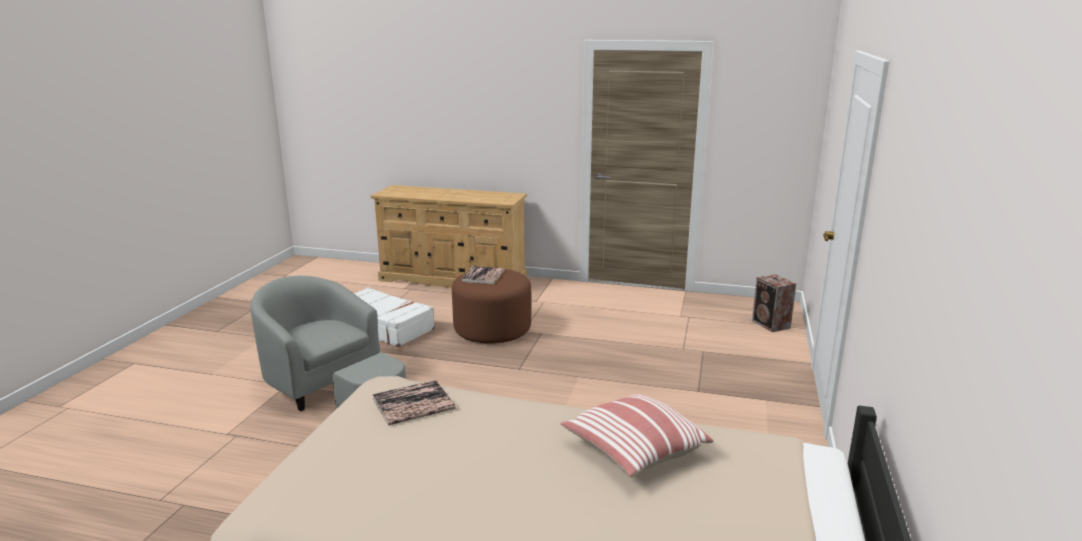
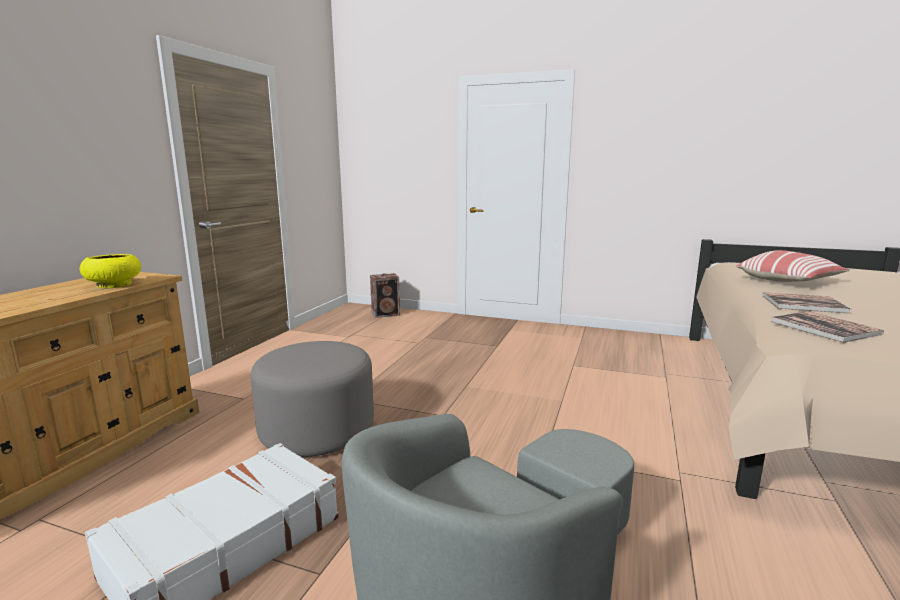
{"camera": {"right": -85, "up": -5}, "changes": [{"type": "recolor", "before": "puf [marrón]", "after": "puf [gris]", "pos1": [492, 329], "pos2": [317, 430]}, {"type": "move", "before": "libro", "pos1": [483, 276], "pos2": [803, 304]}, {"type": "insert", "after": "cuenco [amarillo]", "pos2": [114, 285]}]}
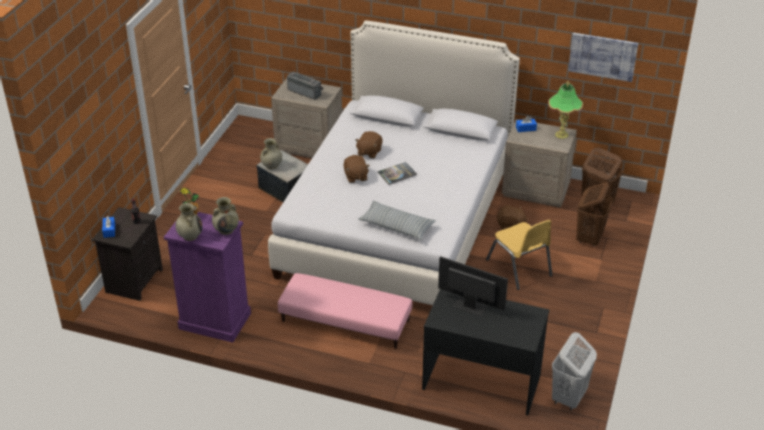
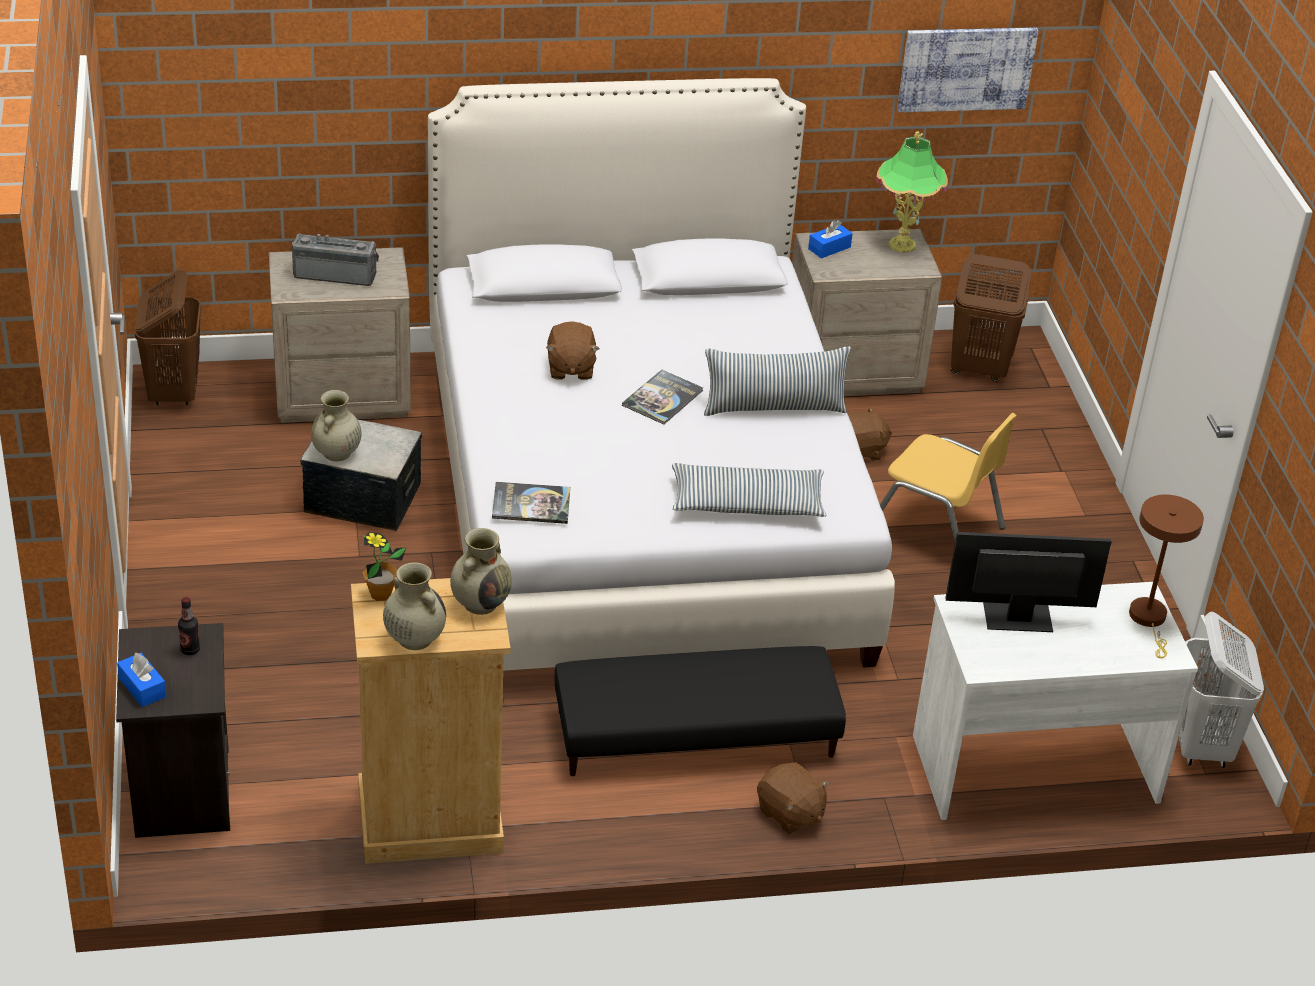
{"camera": {"right": -30, "up": 0}, "changes": [{"type": "recolor", "before": "cómoda [morado]", "after": "cómoda [beis]", "pos1": [214, 321], "pos2": [429, 821]}, {"type": "recolor", "before": "puf [rosa]", "after": "puf [negro]", "pos1": [345, 320], "pos2": [695, 733]}, {"type": "move", "before": "peluche [marrón]", "pos1": [355, 176], "pos2": [789, 814]}, {"type": "recolor", "before": "escritorio [negro]", "after": "escritorio [blanco]", "pos1": [481, 381], "pos2": [1033, 766]}, {"type": "move", "before": "cesto de la ropa [marrón]", "pos1": [589, 238], "pos2": [174, 392]}, {"type": "insert", "after": "libro", "pos2": [531, 504]}, {"type": "insert", "after": "cojín", "pos2": [774, 408]}, {"type": "insert", "after": "lámpara de mesa [marrón]", "pos2": [1149, 619]}]}
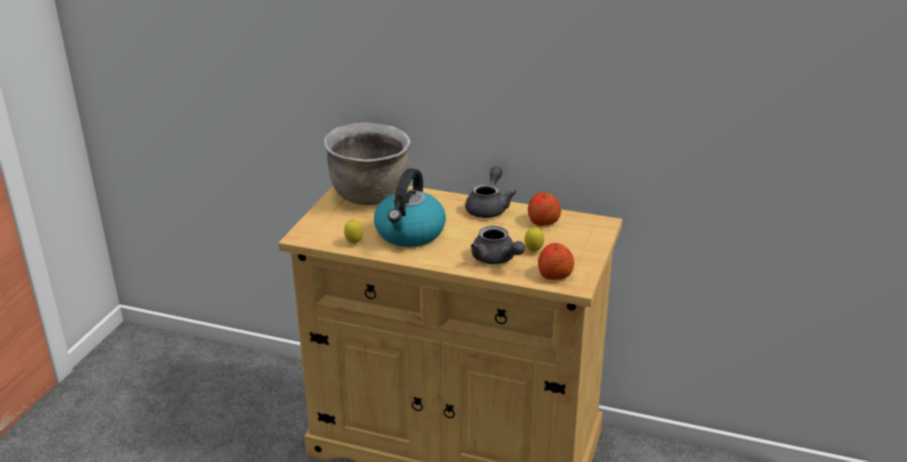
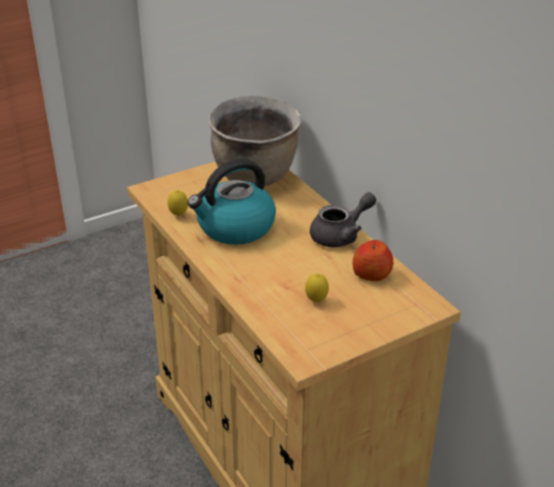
{"camera": {"right": 40, "up": 5}, "changes": [{"type": "delete", "before": "tetera [gris]", "pos1": [496, 259]}, {"type": "delete", "before": "manzana", "pos1": [555, 274]}]}
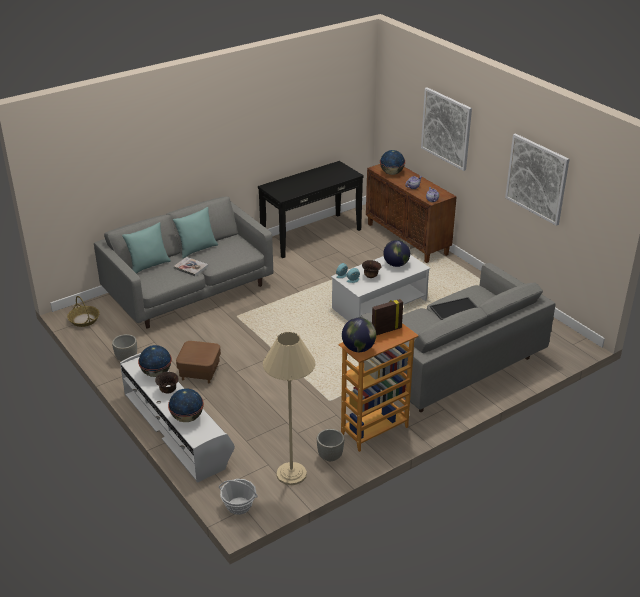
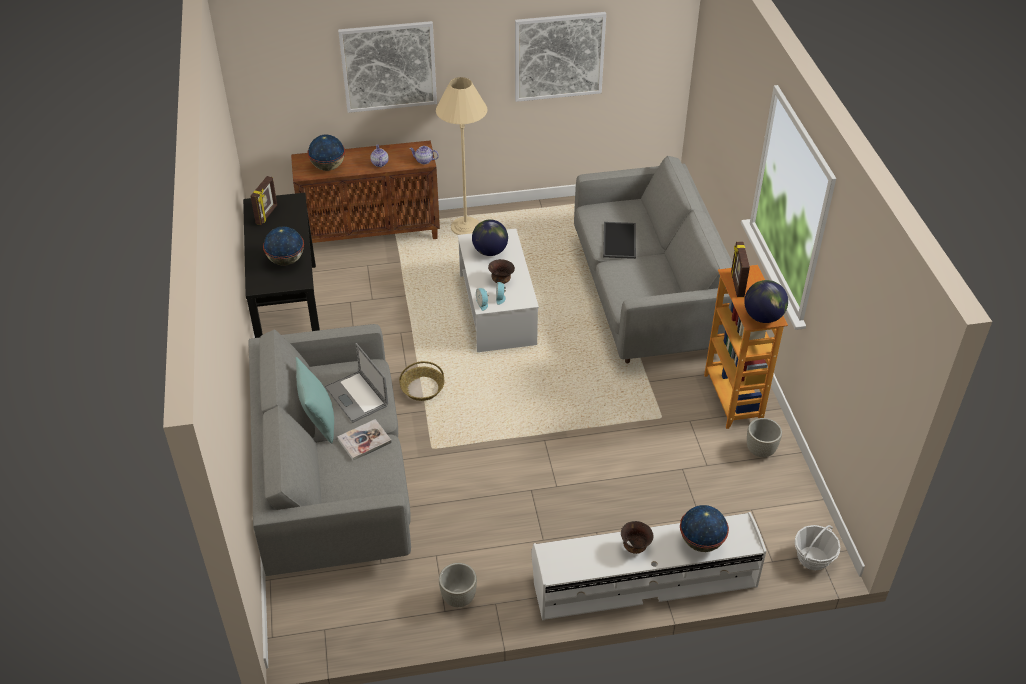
{"camera": {"right": -65, "up": 10}, "changes": [{"type": "move", "before": "cesta", "pos1": [84, 320], "pos2": [422, 388]}, {"type": "delete", "before": "cojín [turquesa]", "pos1": [148, 265]}, {"type": "move", "before": "globo terráqueo", "pos1": [156, 373], "pos2": [286, 261]}, {"type": "delete", "before": "puf [marrón]", "pos1": [200, 372]}, {"type": "move", "before": "lámpara de pie [beis]", "pos1": [291, 474], "pos2": [465, 227]}, {"type": "insert", "after": "portarretratos", "pos2": [267, 215]}, {"type": "insert", "after": "portátil", "pos2": [356, 396]}]}
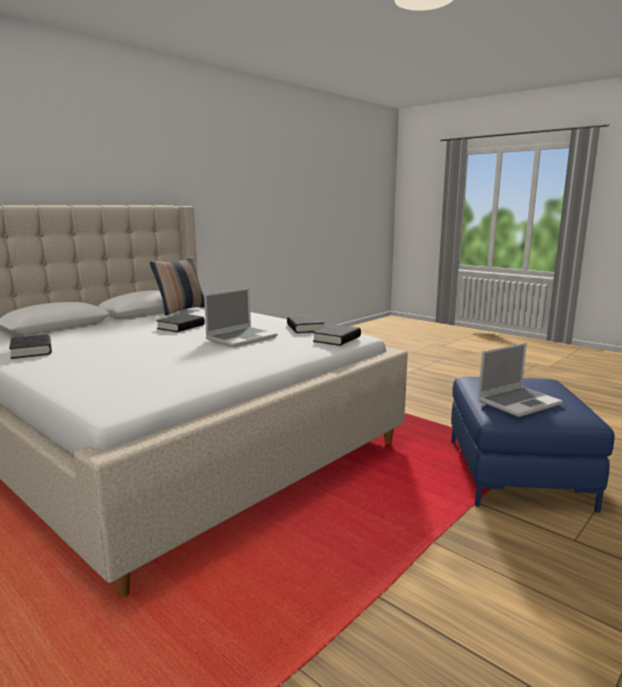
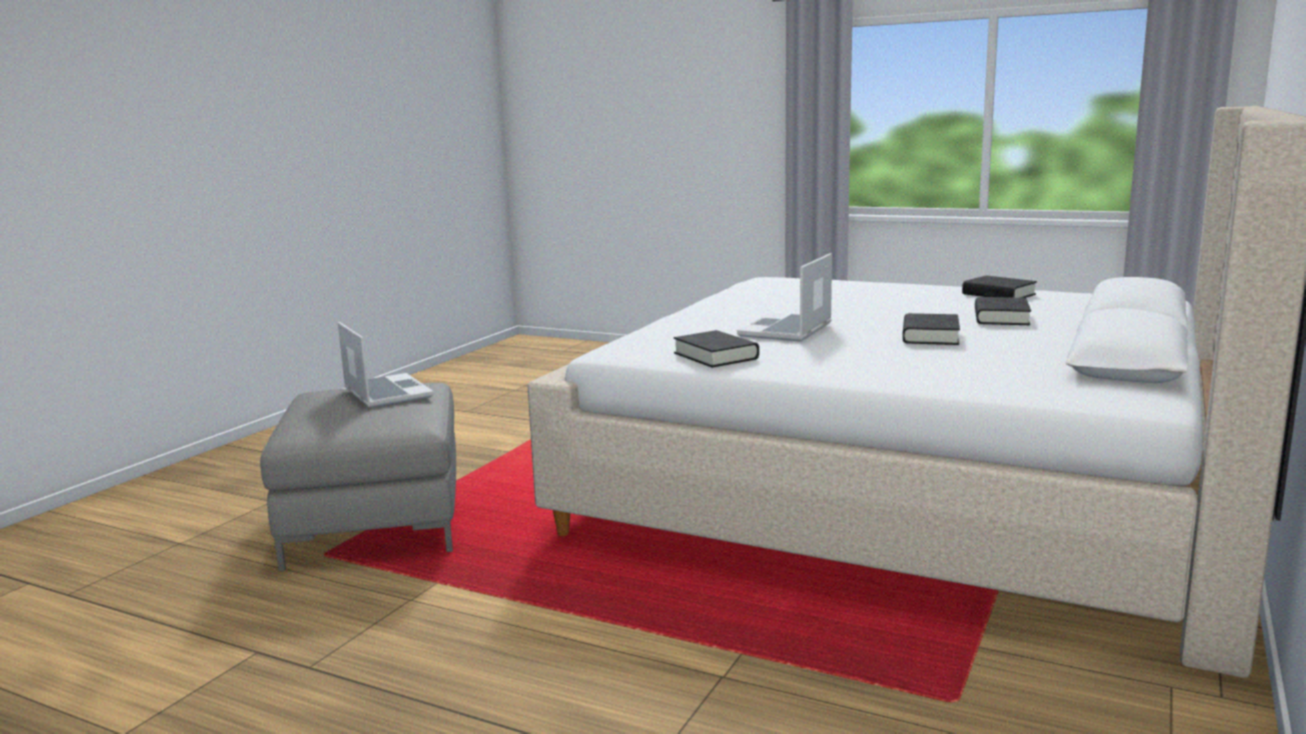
{"camera": {"right": 165, "up": 0}, "changes": [{"type": "delete", "before": "cojín", "pos1": [182, 310]}, {"type": "move", "before": "libro [negro]", "pos1": [337, 339], "pos2": [1001, 318]}, {"type": "recolor", "before": "puf [azul]", "after": "puf [gris]", "pos1": [516, 473], "pos2": [375, 521]}, {"type": "rotate", "before": "portátil", "pos1": [518, 402], "pos2": [386, 393], "turn": 105}]}
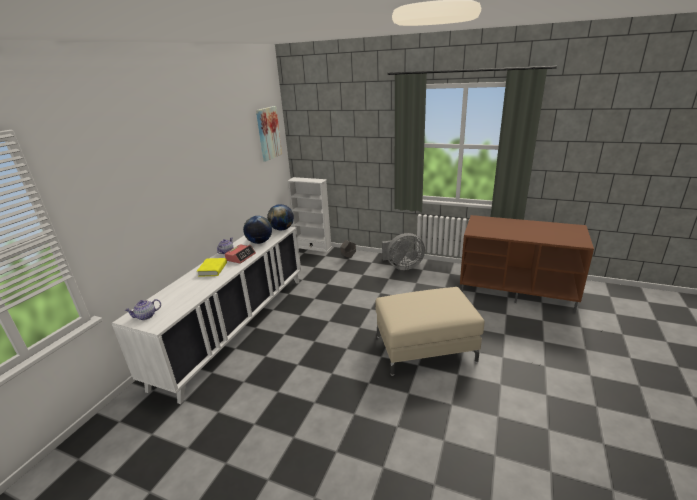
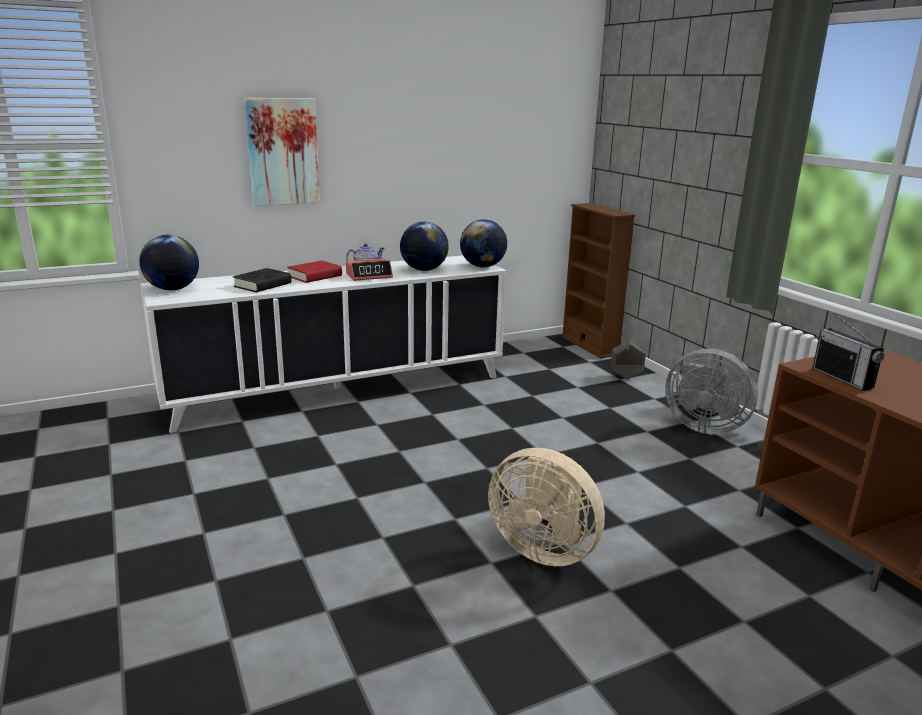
{"camera": {"right": 40, "up": -5}, "changes": [{"type": "replace", "before": "tetera", "after": "globo terráqueo", "pos1": [146, 316], "pos2": [172, 289]}, {"type": "recolor", "before": "libro [amarillo]", "after": "libro [rojo]", "pos1": [213, 269], "pos2": [315, 276]}, {"type": "move", "before": "cuadro", "pos1": [268, 133], "pos2": [282, 152]}, {"type": "recolor", "before": "estantería [blanco]", "after": "estantería [marrón]", "pos1": [313, 247], "pos2": [589, 345]}, {"type": "replace", "before": "puf [beis]", "after": "ventilador [beis]", "pos1": [425, 348], "pos2": [543, 549]}, {"type": "insert", "after": "libro [negro]", "pos2": [263, 285]}, {"type": "insert", "after": "radio", "pos2": [842, 378]}]}
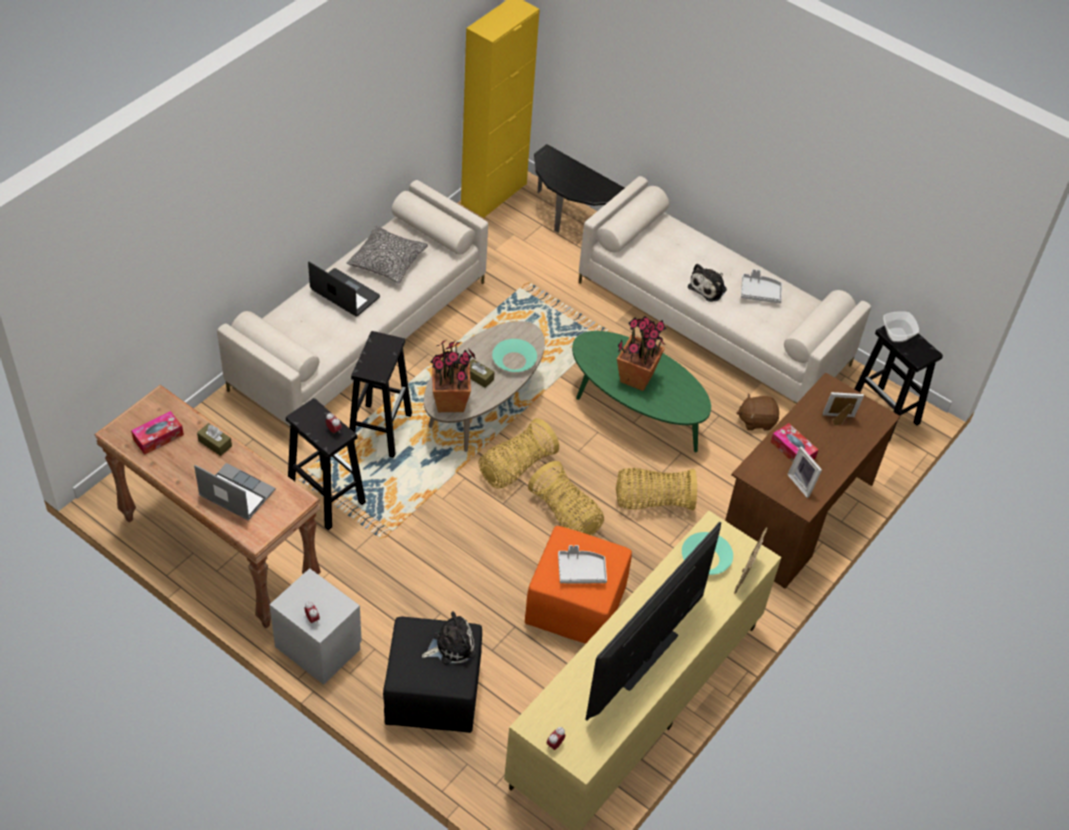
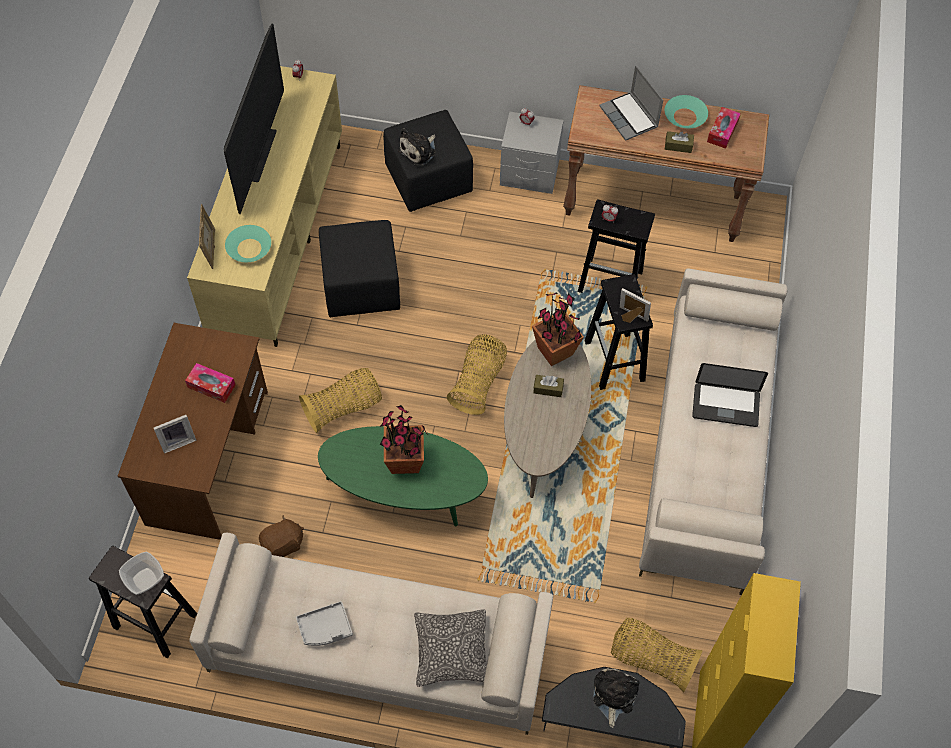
{"camera": {"right": 155, "up": 10}, "changes": [{"type": "rotate", "before": "portátil", "pos1": [235, 493], "pos2": [629, 117], "turn": 60}, {"type": "move", "before": "cojín", "pos1": [387, 261], "pos2": [451, 651]}, {"type": "move", "before": "cuenco [turquesa]", "pos1": [514, 360], "pos2": [685, 117]}, {"type": "recolor", "before": "puf [naranja]", "after": "puf [negro]", "pos1": [575, 605], "pos2": [362, 287]}, {"type": "move", "before": "cesta", "pos1": [566, 515], "pos2": [651, 659]}, {"type": "delete", "before": "bandeja [gris]", "pos1": [581, 571]}, {"type": "move", "before": "peluche", "pos1": [709, 287], "pos2": [613, 695]}, {"type": "move", "before": "portarretratos", "pos1": [803, 483], "pos2": [631, 318]}]}
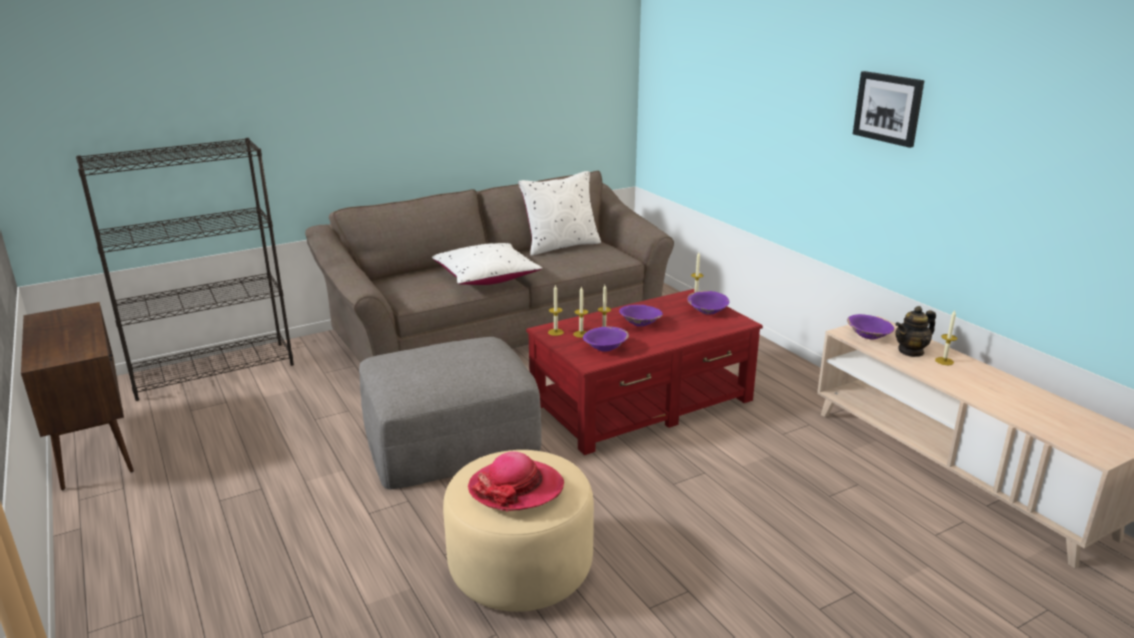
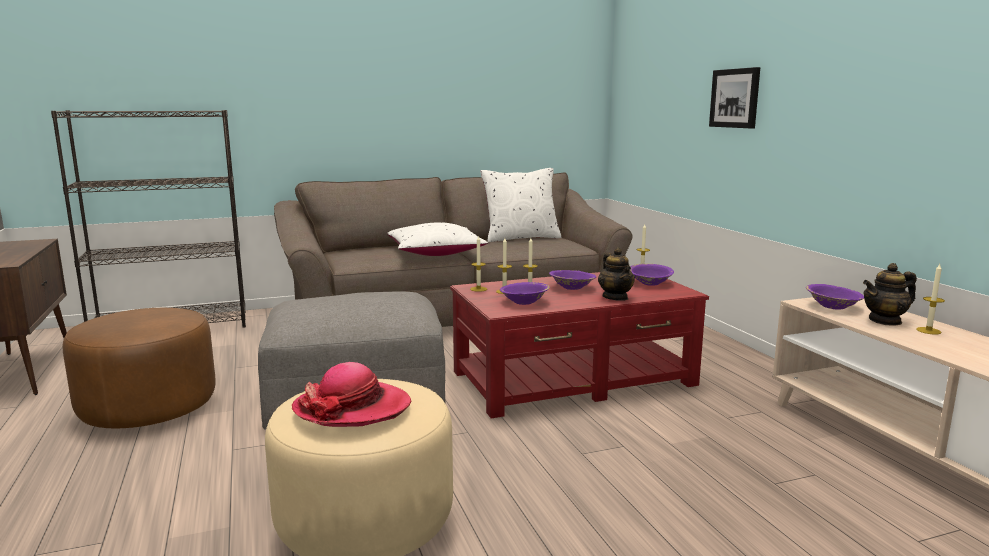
{"camera": {"right": 10, "up": -10}, "changes": [{"type": "move", "before": "cuadro", "pos1": [888, 108], "pos2": [735, 98]}, {"type": "insert", "after": "puf [marrón]", "pos2": [148, 407]}, {"type": "insert", "after": "tetera", "pos2": [615, 297]}]}
